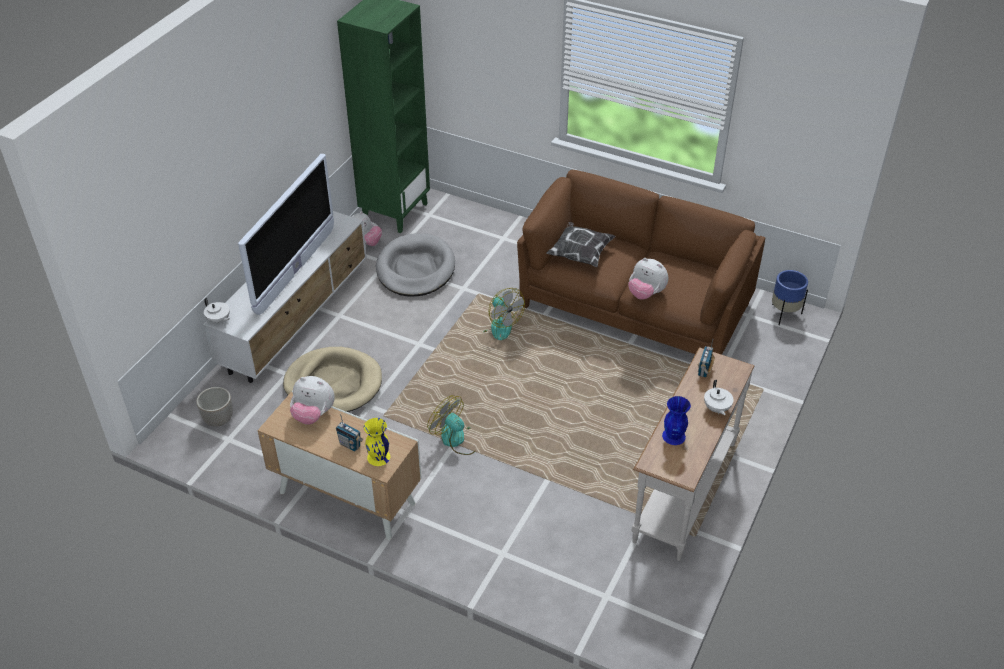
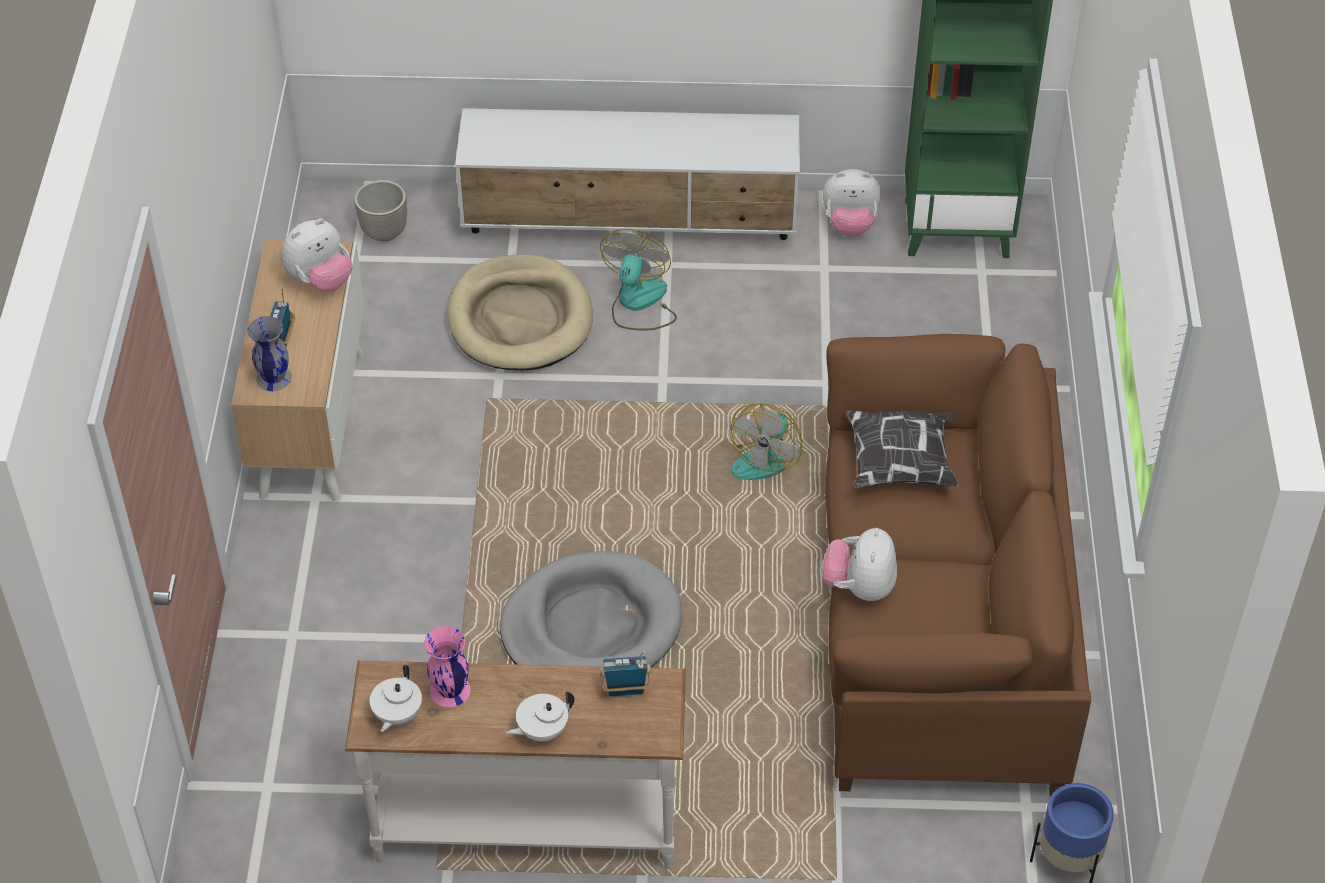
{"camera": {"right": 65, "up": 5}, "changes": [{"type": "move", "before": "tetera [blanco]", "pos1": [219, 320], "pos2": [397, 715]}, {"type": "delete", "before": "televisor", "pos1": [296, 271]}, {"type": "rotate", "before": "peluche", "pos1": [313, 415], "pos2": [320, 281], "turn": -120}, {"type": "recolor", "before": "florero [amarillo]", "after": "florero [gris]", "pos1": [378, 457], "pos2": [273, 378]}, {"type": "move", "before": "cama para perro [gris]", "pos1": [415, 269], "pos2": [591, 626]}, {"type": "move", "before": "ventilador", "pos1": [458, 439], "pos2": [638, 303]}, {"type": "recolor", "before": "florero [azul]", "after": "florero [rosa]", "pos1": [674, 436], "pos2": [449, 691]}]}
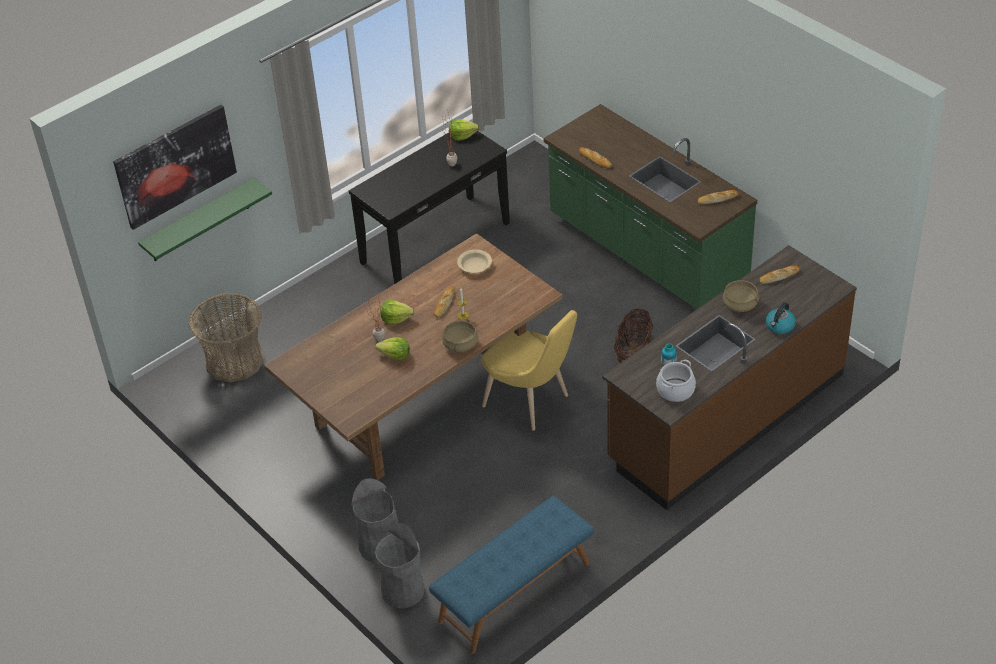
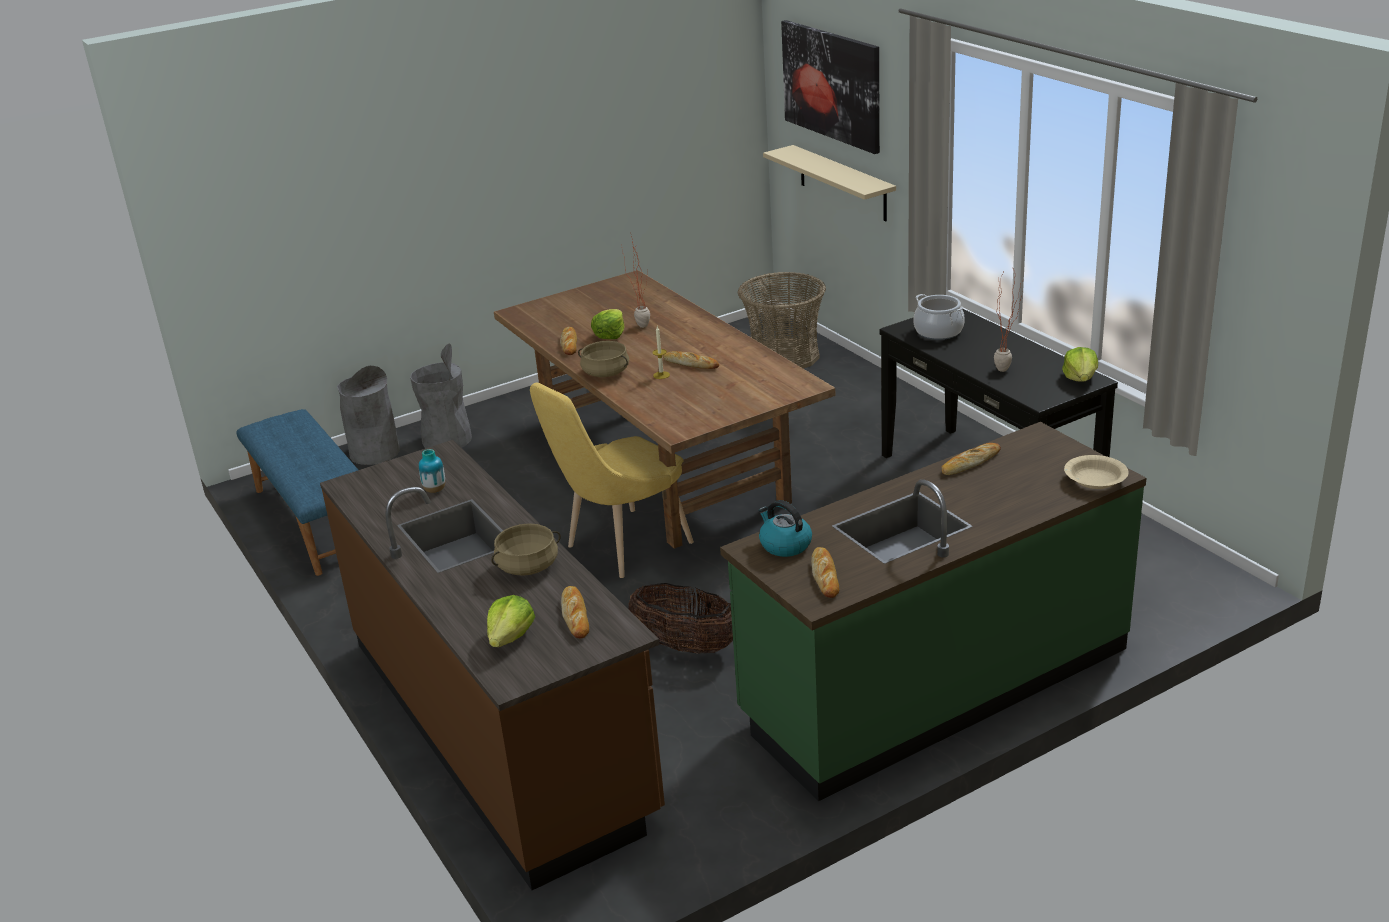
{"camera": {"right": 100, "up": -15}, "changes": [{"type": "recolor", "before": "estante [verde]", "after": "estante [beis]", "pos1": [199, 221], "pos2": [842, 183]}, {"type": "move", "before": "lechuga", "pos1": [396, 318], "pos2": [511, 637]}, {"type": "move", "before": "cuenco [beis]", "pos1": [474, 266], "pos2": [1095, 480]}, {"type": "move", "before": "olla", "pos1": [675, 390], "pos2": [938, 331]}, {"type": "move", "before": "hervidor", "pos1": [780, 326], "pos2": [784, 545]}, {"type": "insert", "after": "pan", "pos2": [569, 344]}]}
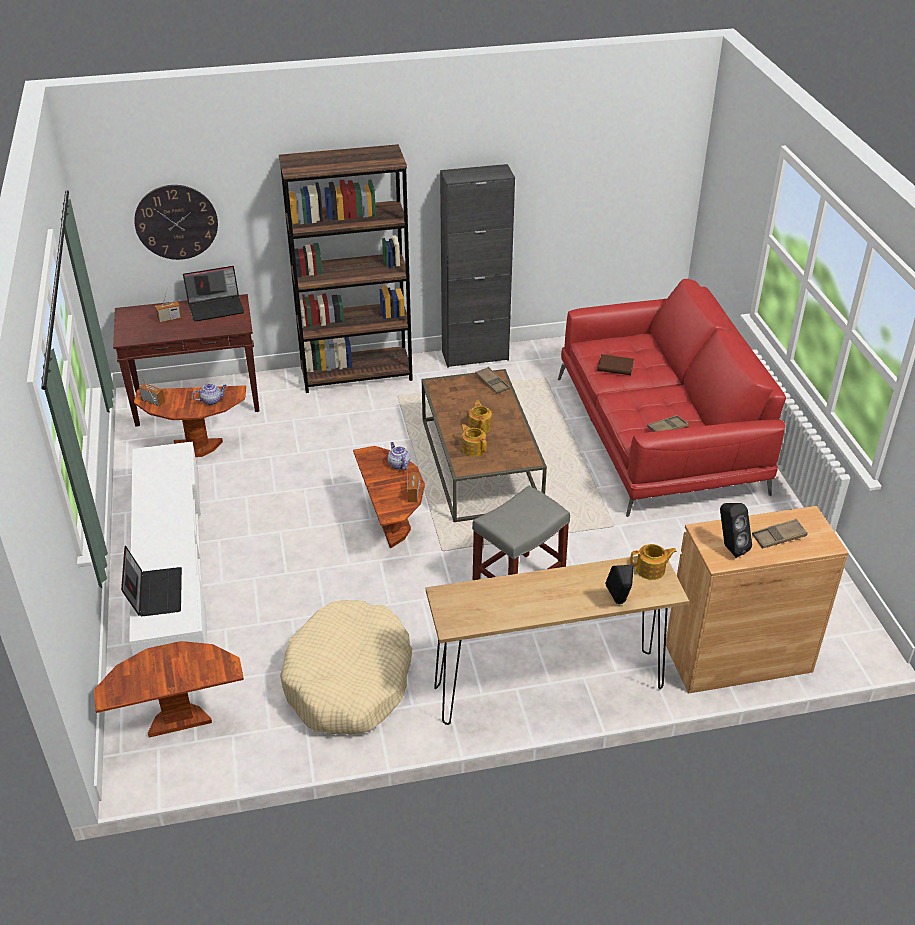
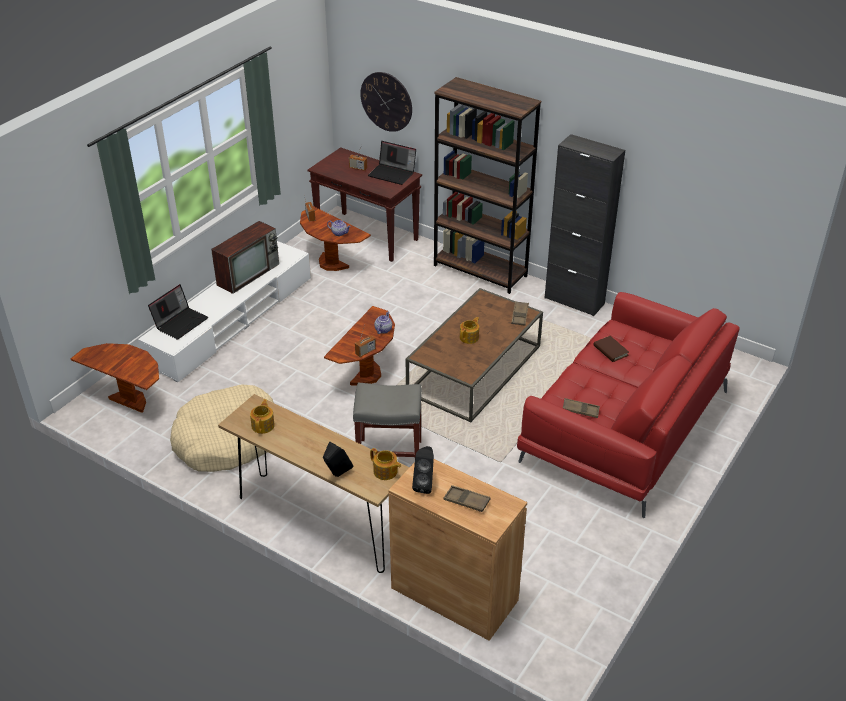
{"camera": {"right": 45, "up": 0}, "changes": [{"type": "move", "before": "tetera", "pos1": [473, 449], "pos2": [263, 425]}, {"type": "insert", "after": "televisor", "pos2": [249, 273]}]}
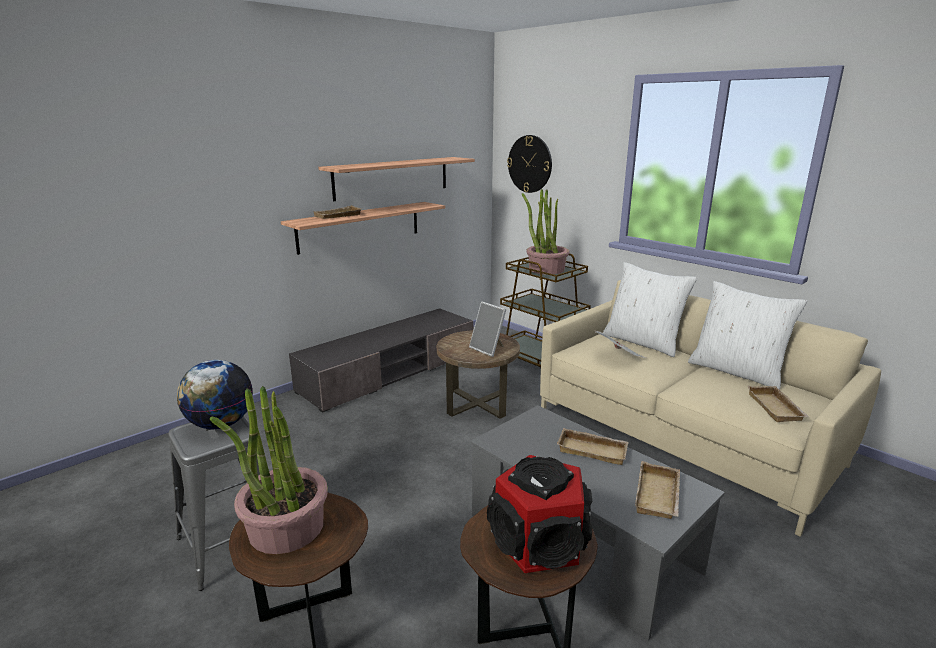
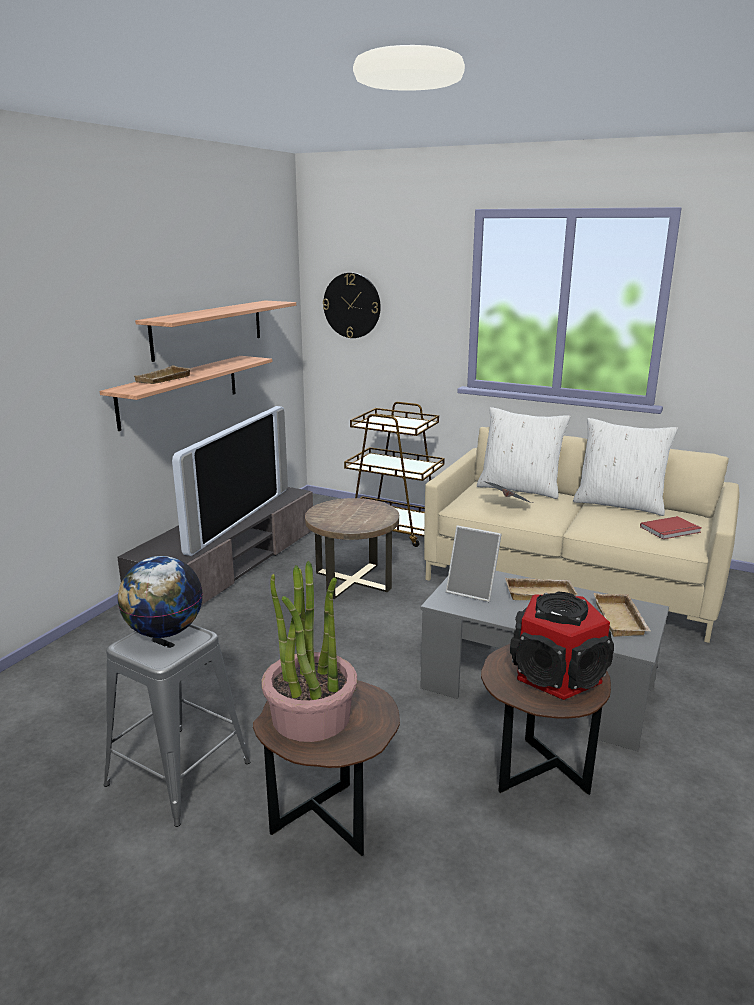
{"camera": {"right": -20, "up": 0}, "changes": [{"type": "move", "before": "portarretratos", "pos1": [488, 349], "pos2": [473, 591]}, {"type": "delete", "before": "planta en maceta", "pos1": [546, 269]}, {"type": "replace", "before": "bandeja [beis]", "after": "libro [rojo]", "pos1": [777, 408], "pos2": [671, 530]}, {"type": "insert", "after": "televisor", "pos2": [235, 518]}]}
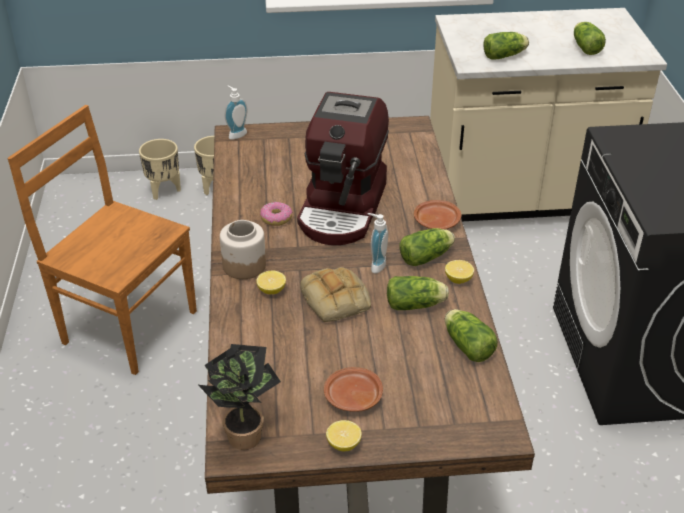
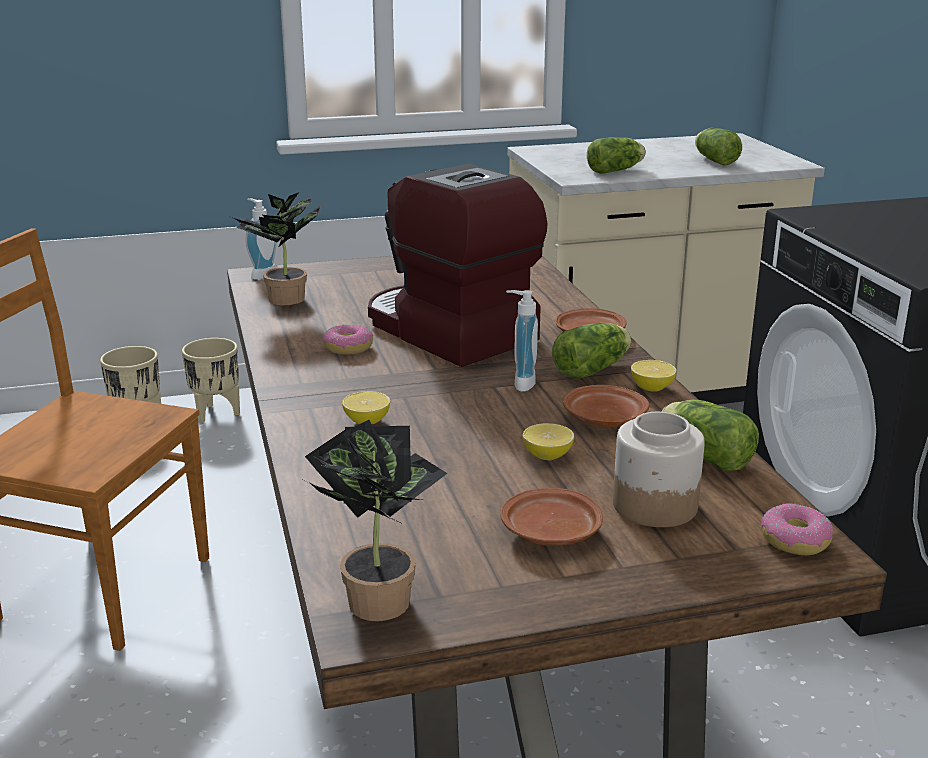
{"camera": {"right": -10, "up": -15}, "changes": [{"type": "move", "before": "tarro", "pos1": [244, 265], "pos2": [653, 505]}, {"type": "rotate", "before": "cafetera", "pos1": [343, 208], "pos2": [447, 331], "turn": 135}, {"type": "delete", "before": "pan", "pos1": [337, 300]}, {"type": "move", "before": "limón", "pos1": [343, 444], "pos2": [547, 456]}, {"type": "replace", "before": "lechuga", "after": "plato [marrón]", "pos1": [417, 305], "pos2": [603, 419]}, {"type": "insert", "after": "planta en maceta", "pos2": [283, 301]}, {"type": "insert", "after": "rosquilla", "pos2": [794, 540]}]}
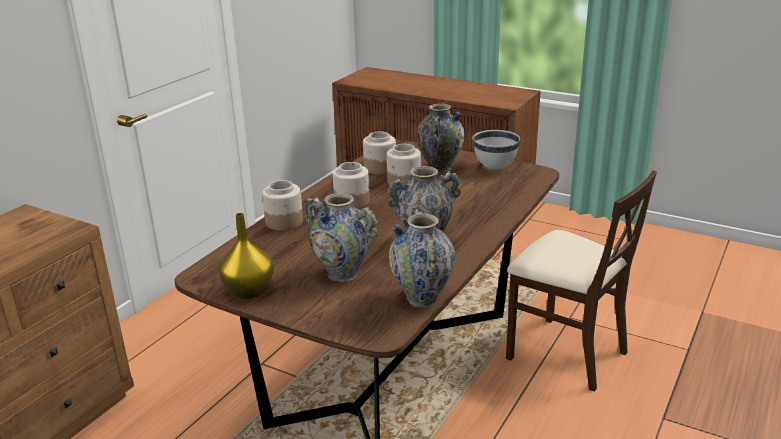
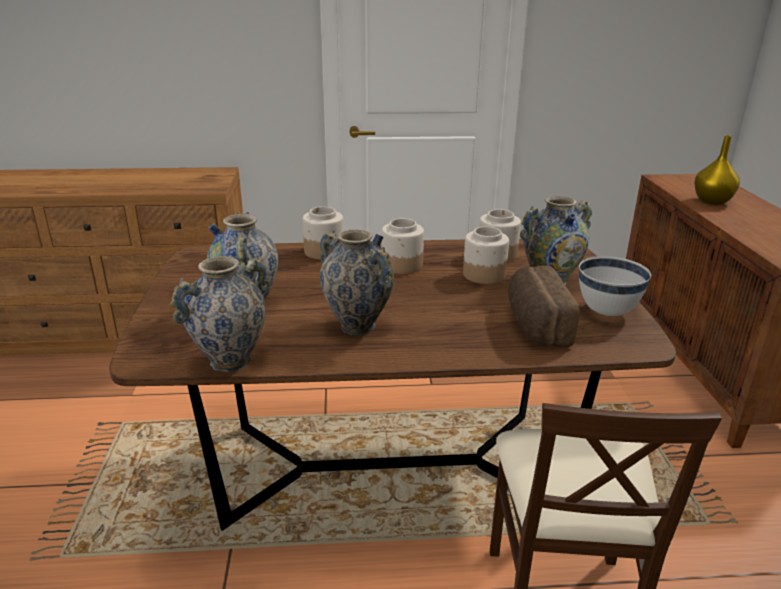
{"camera": {"right": 55, "up": 0}, "changes": [{"type": "move", "before": "florero [amarillo]", "pos1": [250, 291], "pos2": [713, 201]}, {"type": "insert", "after": "pan", "pos2": [534, 325]}]}
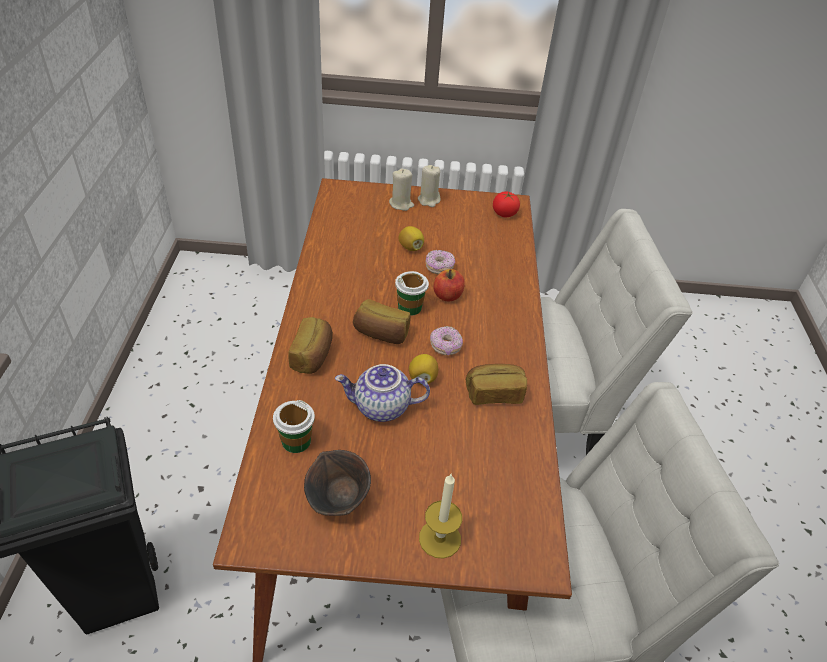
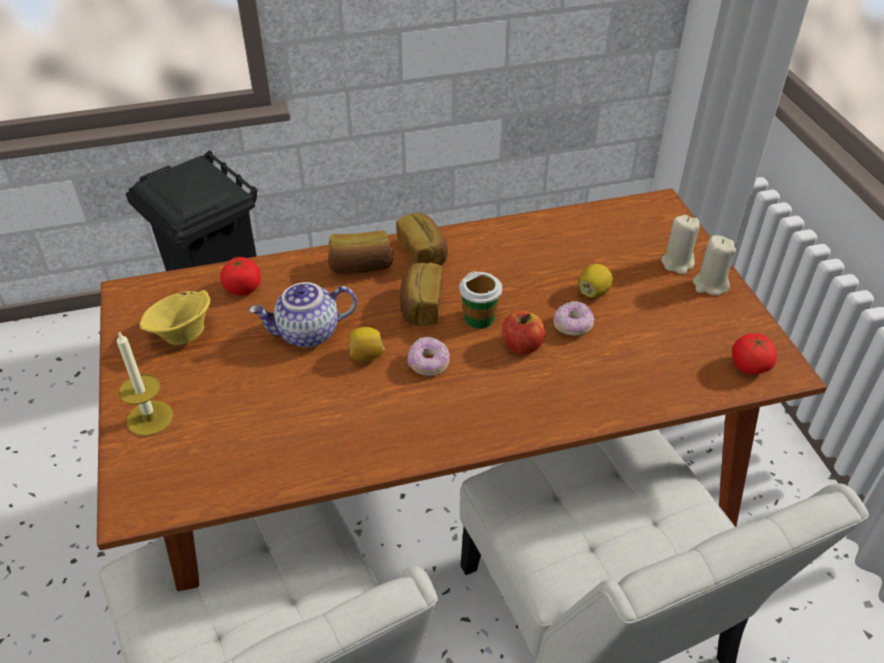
{"camera": {"right": 75, "up": 0}, "changes": [{"type": "replace", "before": "taza", "after": "tomate", "pos1": [296, 441], "pos2": [243, 288]}, {"type": "recolor", "before": "cuenco [marrón]", "after": "cuenco [amarillo]", "pos1": [338, 499], "pos2": [181, 335]}, {"type": "rotate", "before": "tetera", "pos1": [381, 408], "pos2": [308, 334], "turn": -90}, {"type": "move", "before": "pan", "pos1": [494, 393], "pos2": [423, 253]}]}
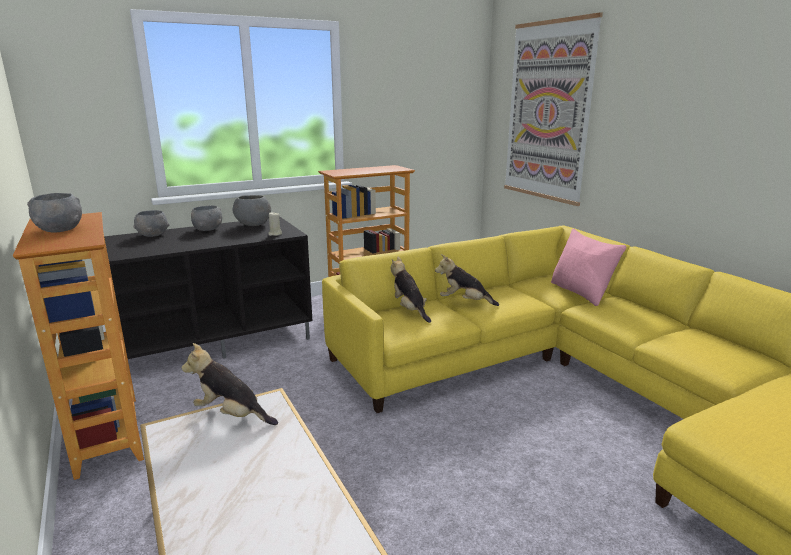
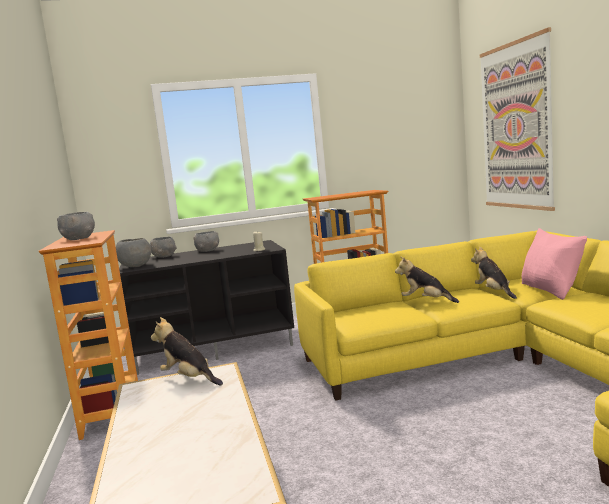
{"camera": {"right": 15, "up": -10}, "changes": [{"type": "move", "before": "cuenco [gris]", "pos1": [253, 225], "pos2": [135, 266]}, {"type": "move", "before": "peluche", "pos1": [409, 310], "pos2": [494, 292]}]}
